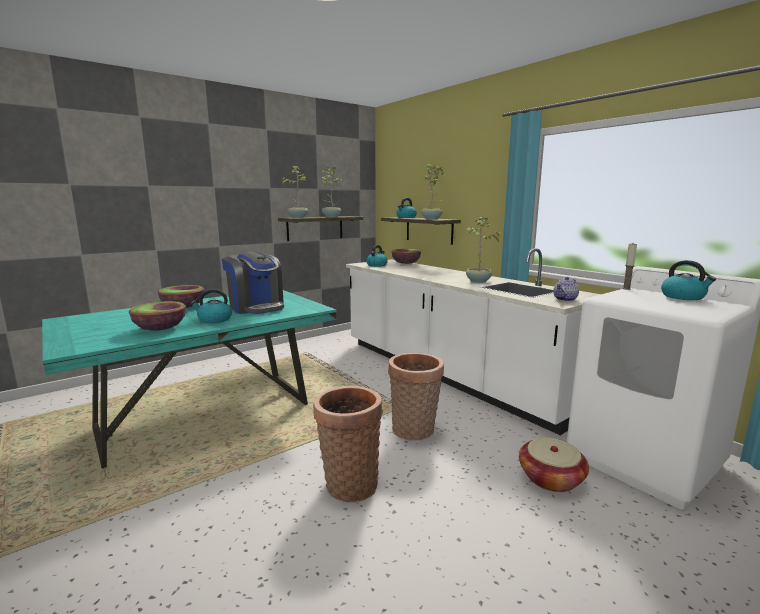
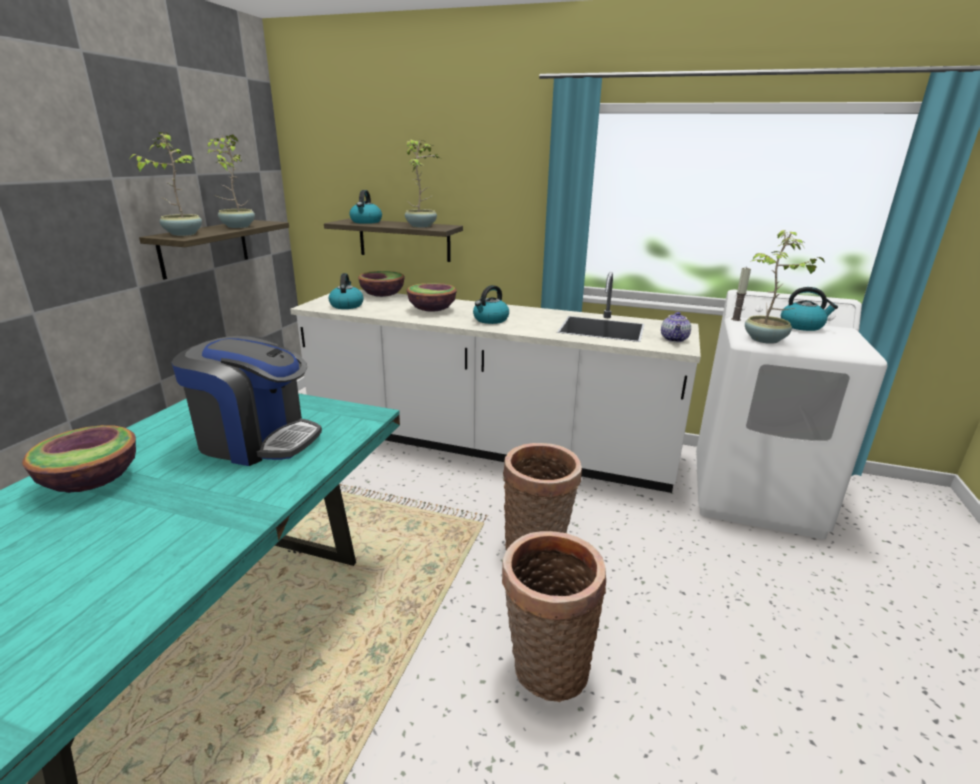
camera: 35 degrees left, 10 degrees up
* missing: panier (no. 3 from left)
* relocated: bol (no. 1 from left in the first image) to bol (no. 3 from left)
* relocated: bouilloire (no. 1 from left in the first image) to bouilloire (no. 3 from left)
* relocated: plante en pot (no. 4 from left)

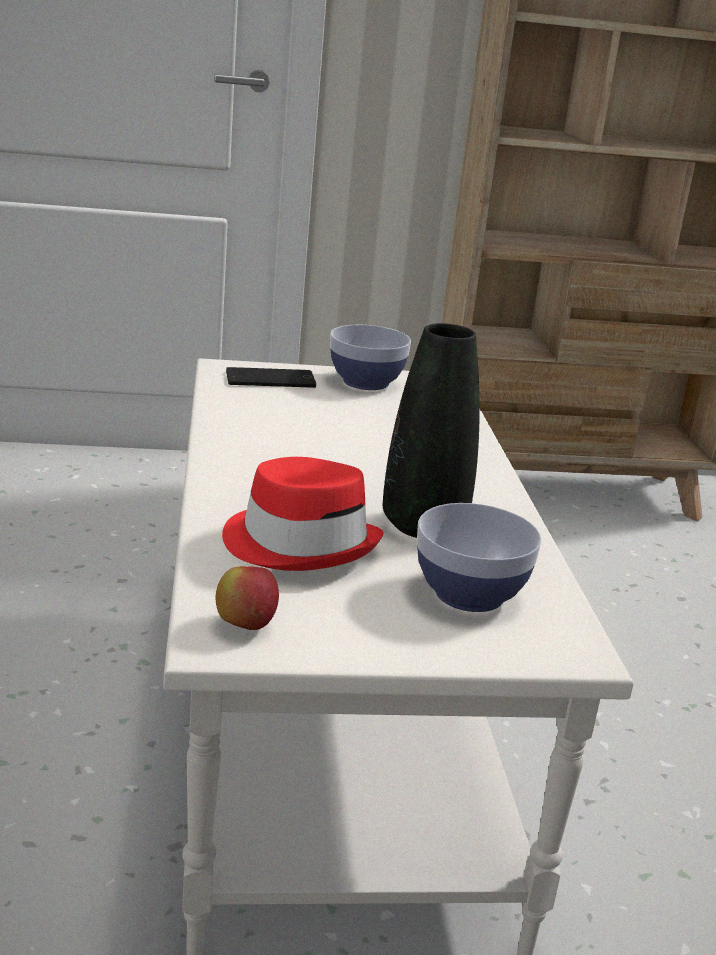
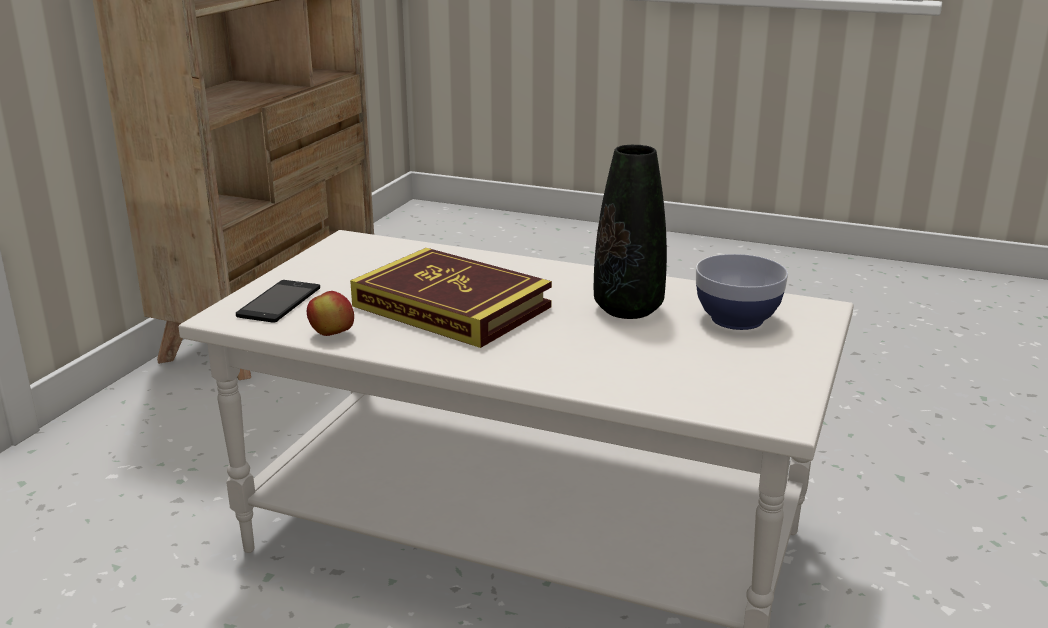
camera: 60 degrees left, 0 degrees up
* missing: chapeau (rouge)
* missing: bol (no. 1 from left)
* appeared: livre
* relocated: pomme

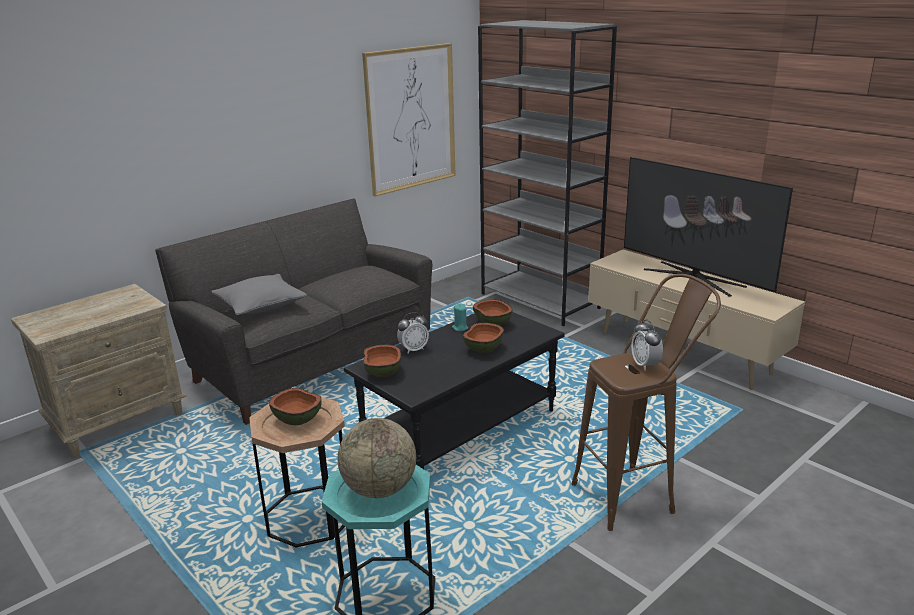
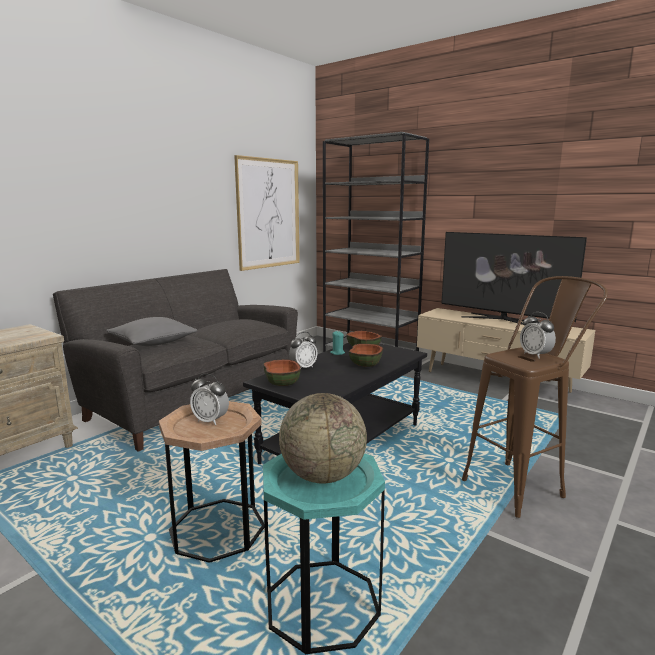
camera: 10 degrees left, 10 degrees down
* exchanged: bol (no. 1 from left) to réveil (no. 1 from left)

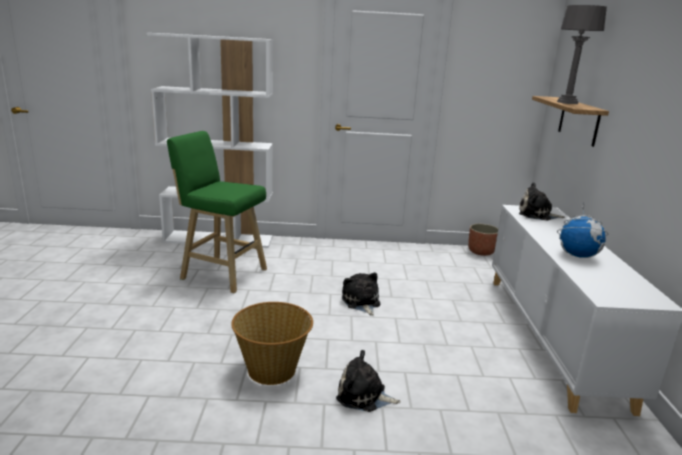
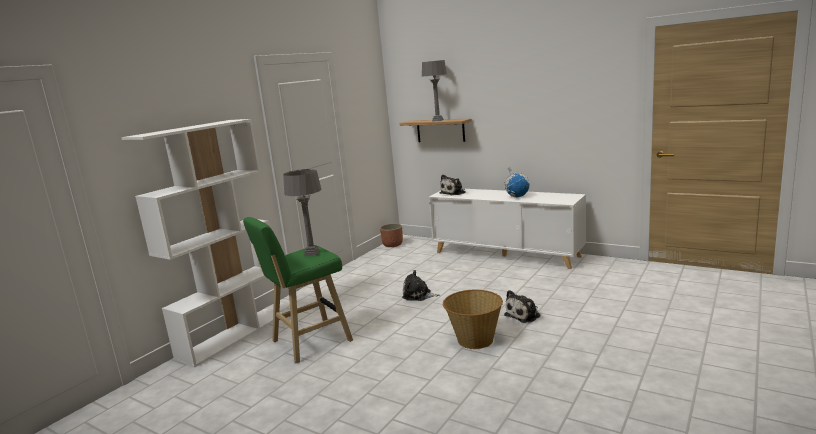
camera: 55 degrees left, 5 degrees down
* appeared: lampe de table (gris) (no. 1 from left)

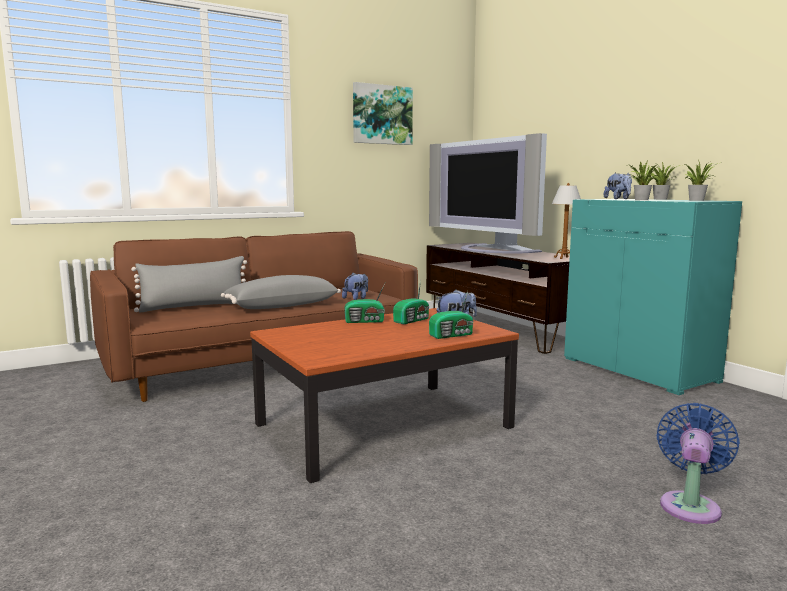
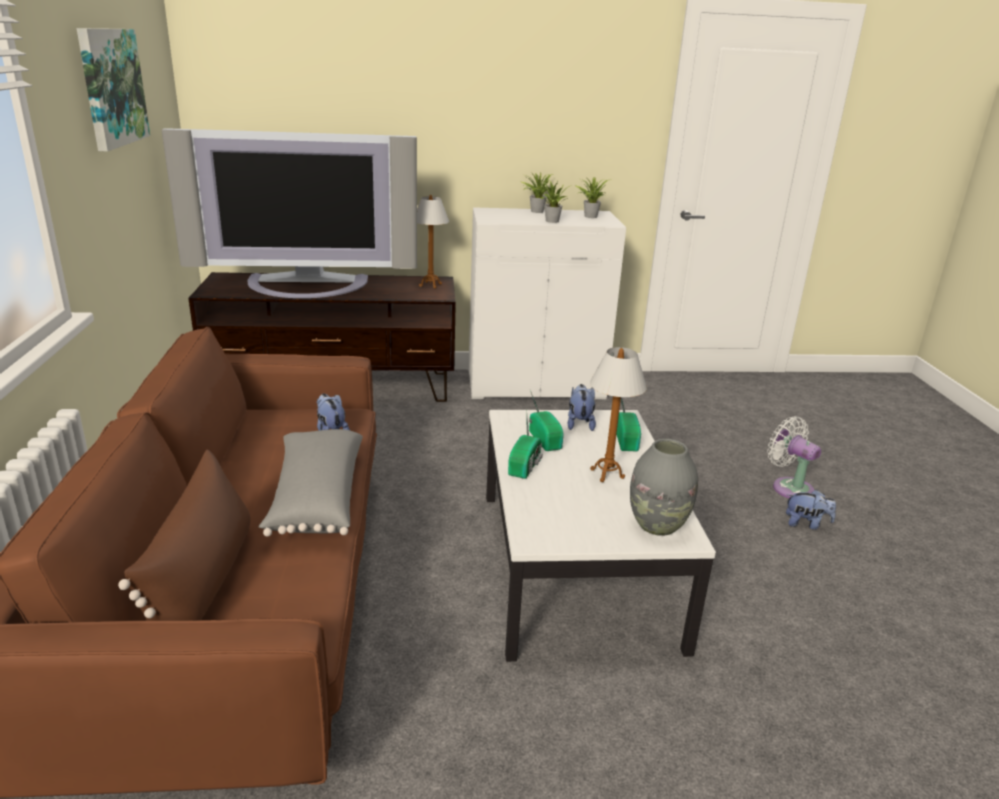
camera: 65 degrees left, 15 degrees up
* appeared: lampe de table (no. 2 from left)
* appeared: vase (gris)
* relocated: peluche (no. 3 from left)
* colour: coussin (gris) (no. 1 from left) to coussin (marron)
* colour: table basse (marron) to table basse (blanc)
* colour: meuble de rangement (turquoise) to meuble de rangement (blanc)
* colour: ventilateur (bleu) to ventilateur (blanc)

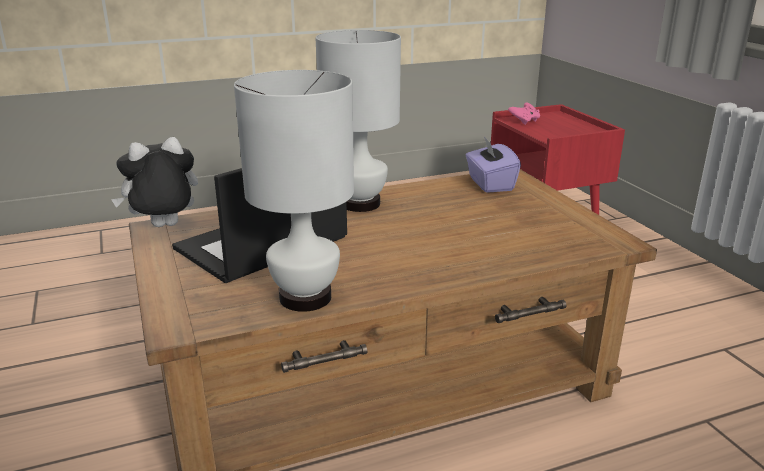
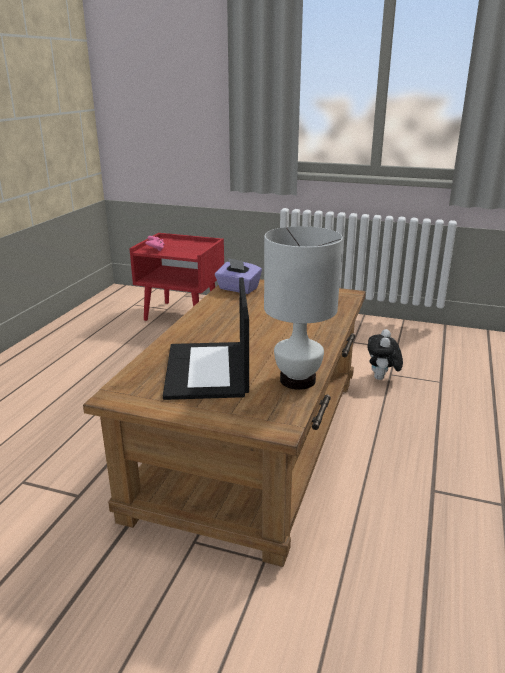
camera: 50 degrees left, 0 degrees up
* missing: lampe de table (blanc) (no. 2 from left)
* relocated: peluche

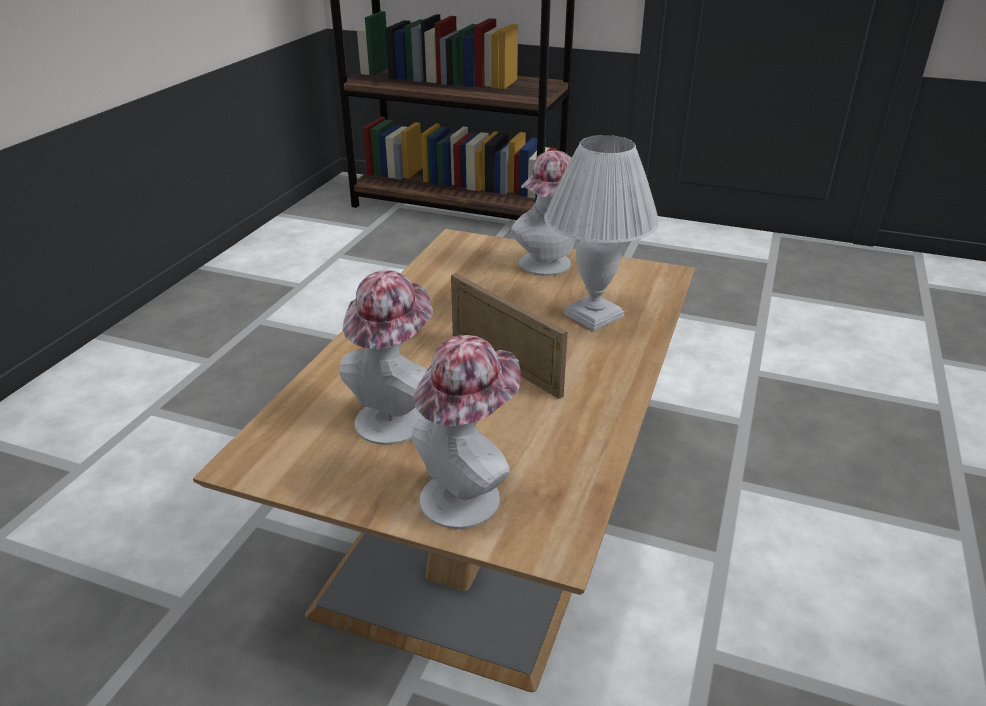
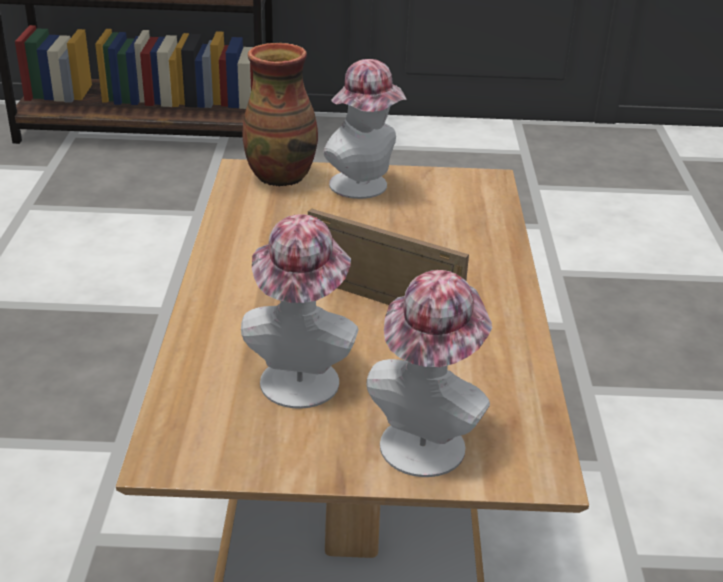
camera: 20 degrees left, 0 degrees up
* missing: lampe de table (blanc)
* appeared: vase

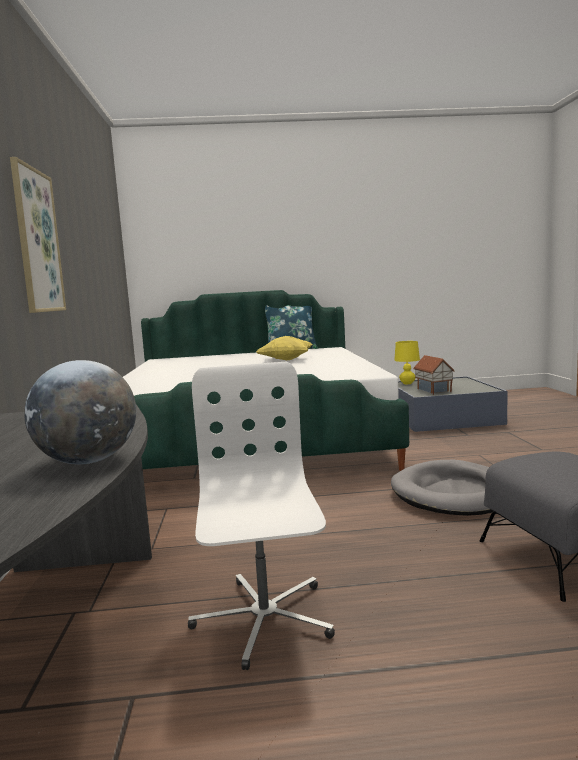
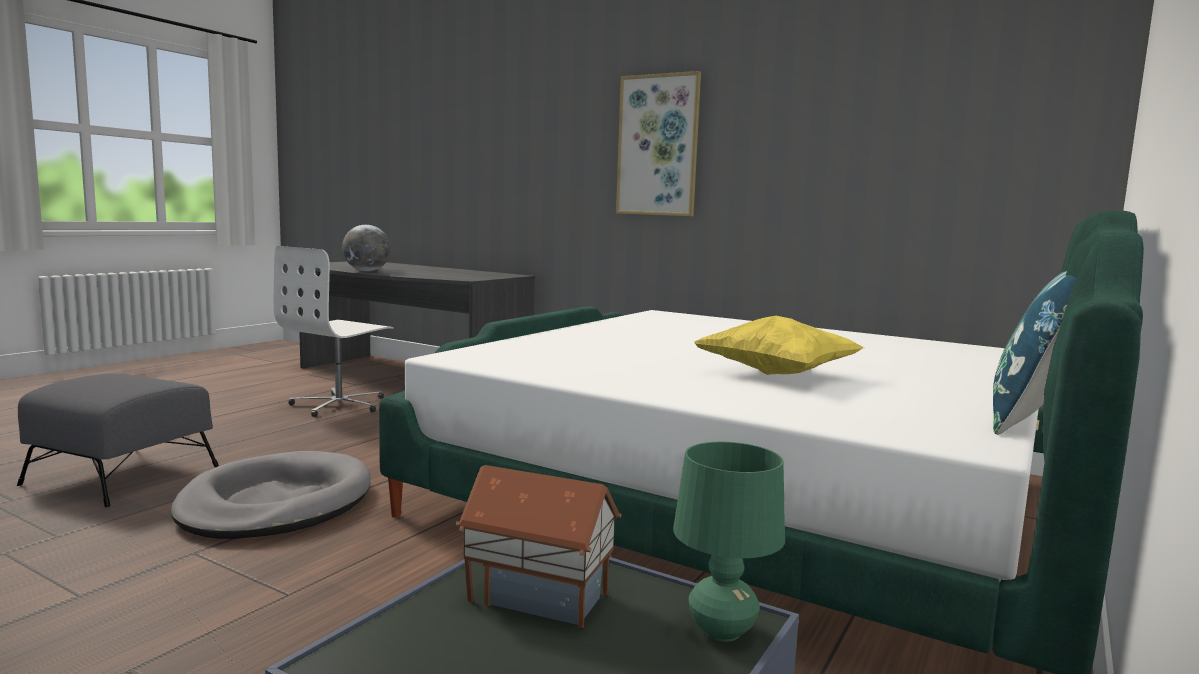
camera: 125 degrees right, 0 degrees up
* colour: lampe de table (jaune) to lampe de table (vert)
* spun: chaise de bureau (blanc) 90 degrees clockwise

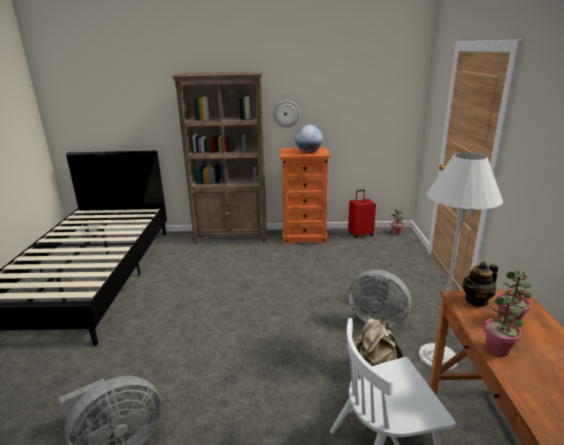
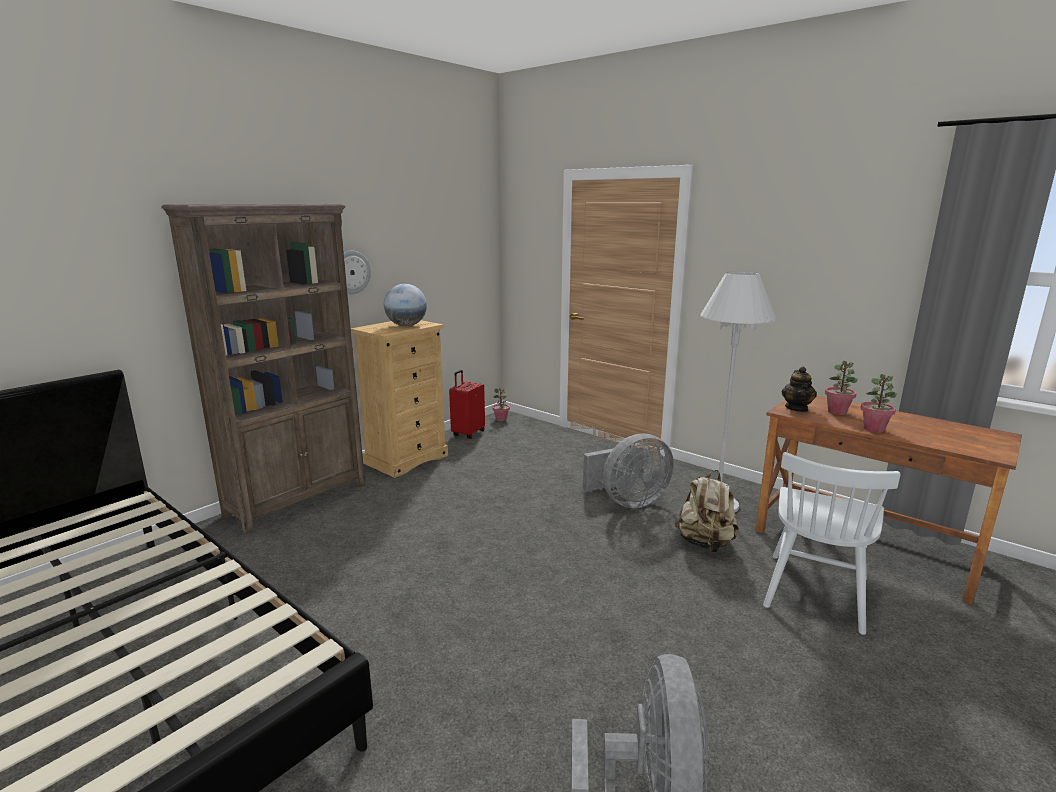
camera: 50 degrees left, 5 degrees down
* colour: commode (orange) to commode (beige)

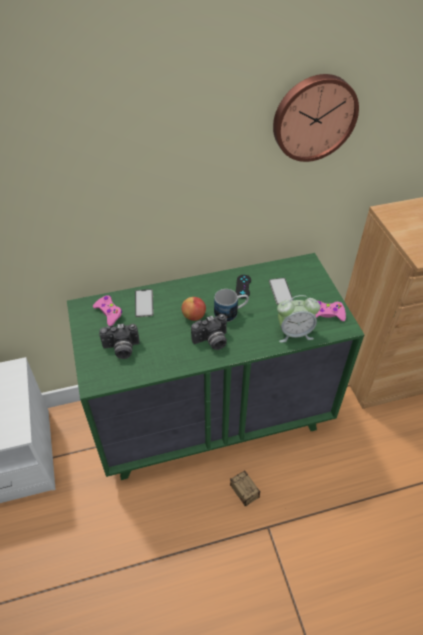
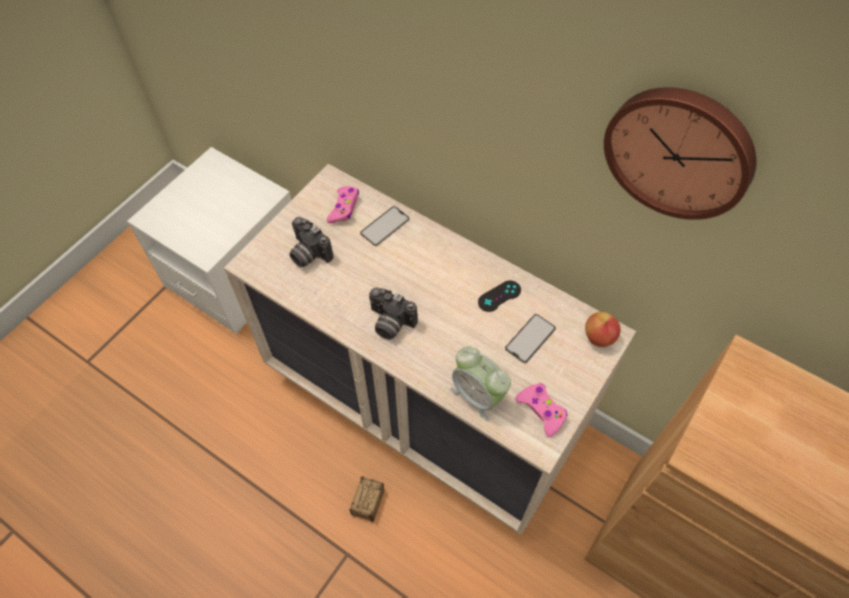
camera: 50 degrees right, 10 degrees up
* missing: mug
* relocated: pomme
* colour: commode (vert) to commode (beige)

